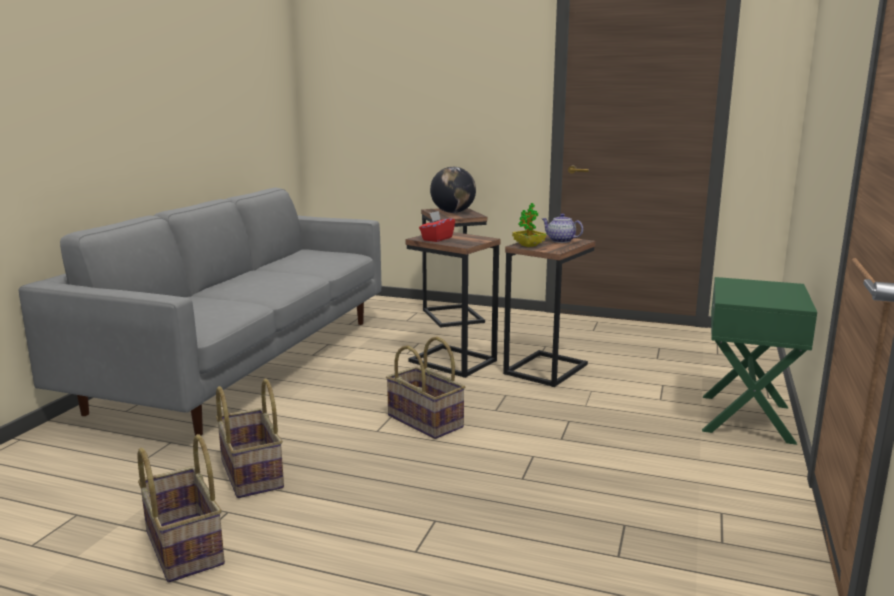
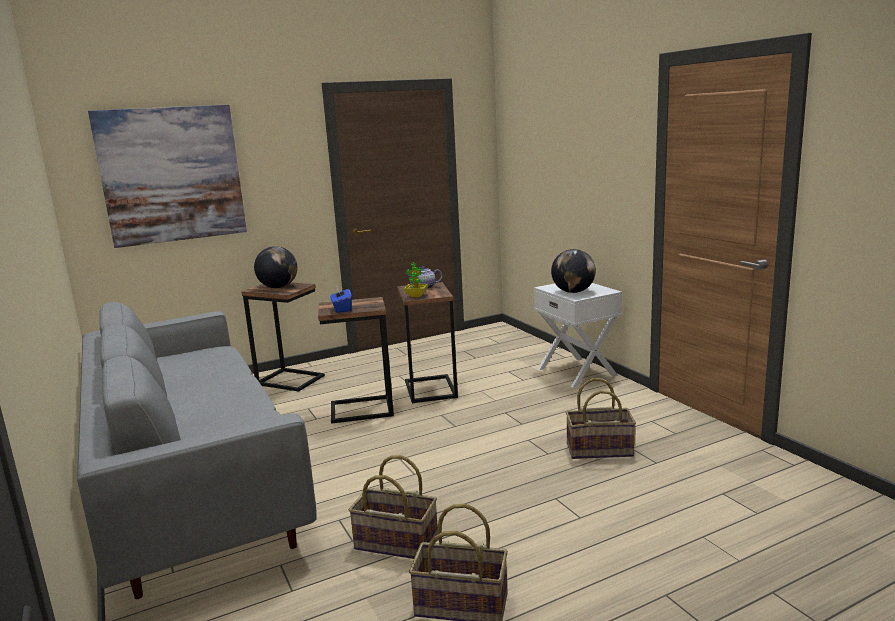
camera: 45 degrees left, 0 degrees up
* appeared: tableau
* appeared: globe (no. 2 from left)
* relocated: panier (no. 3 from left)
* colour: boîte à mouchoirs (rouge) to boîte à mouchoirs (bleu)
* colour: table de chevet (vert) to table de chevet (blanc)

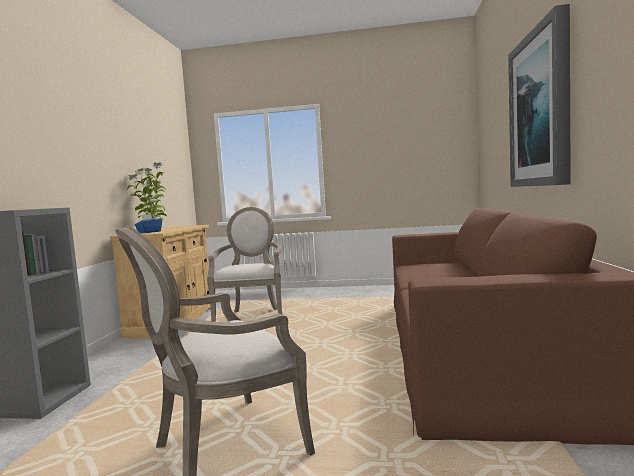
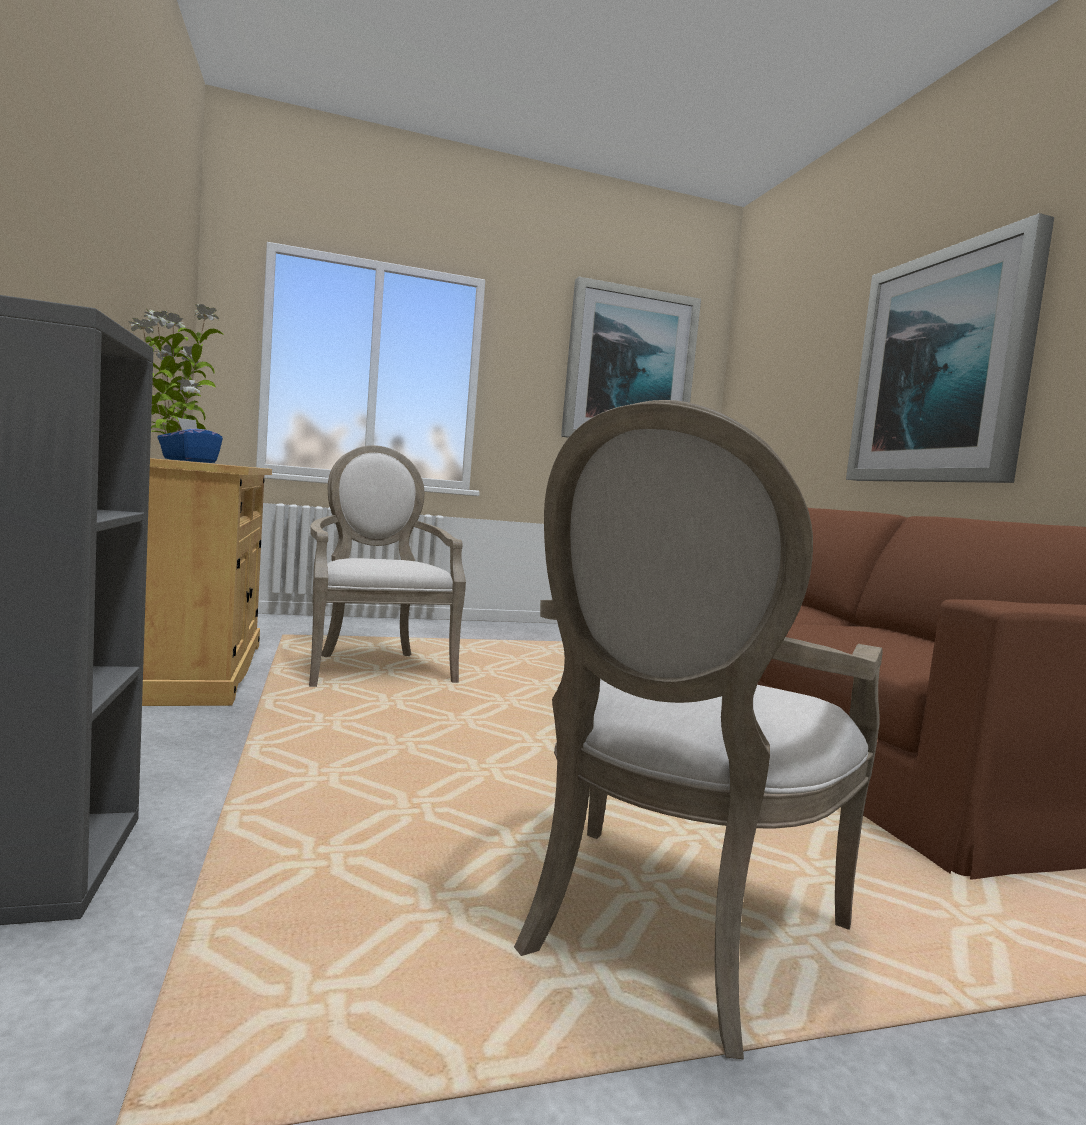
camera: 25 degrees left, 0 degrees up
* appeared: tableau (no. 1 from left)

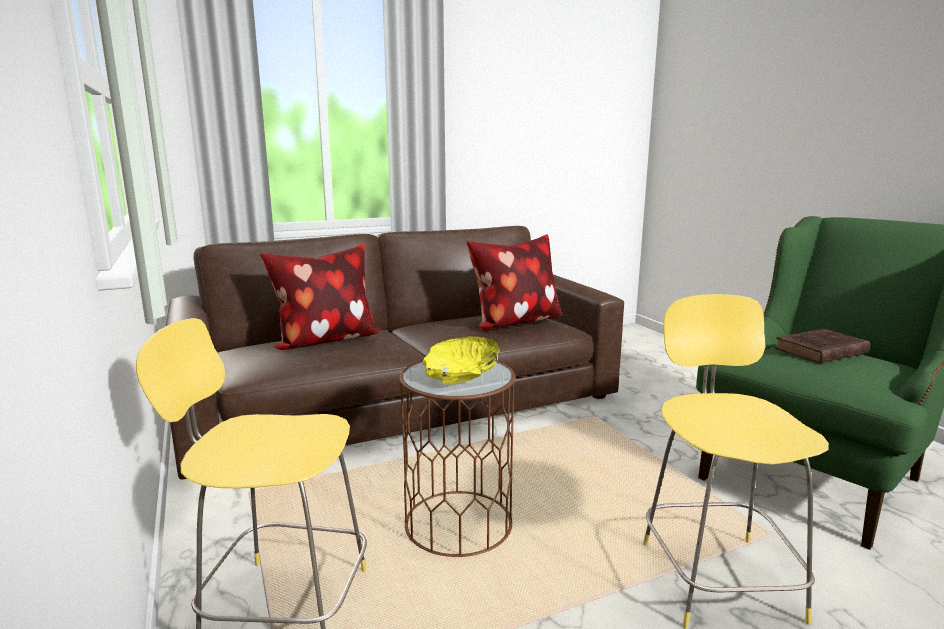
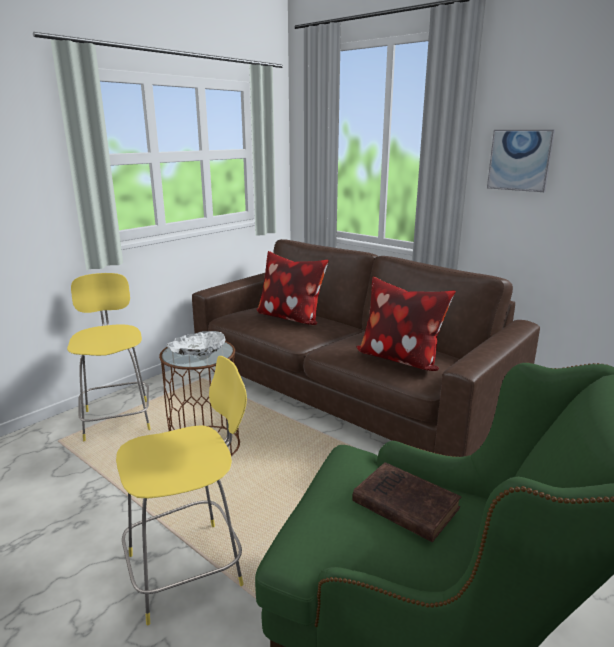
camera: 65 degrees right, 5 degrees up
* appeared: tableau
* colour: bol (jaune) to bol (blanc)

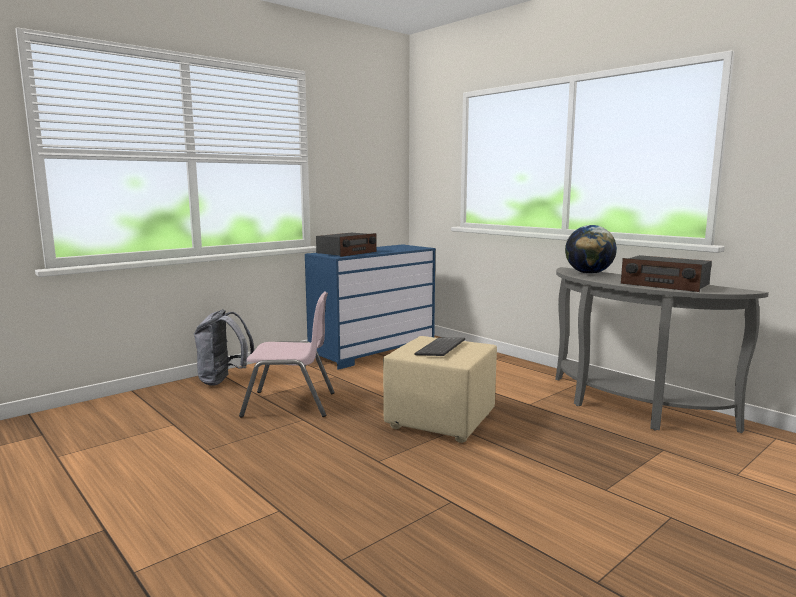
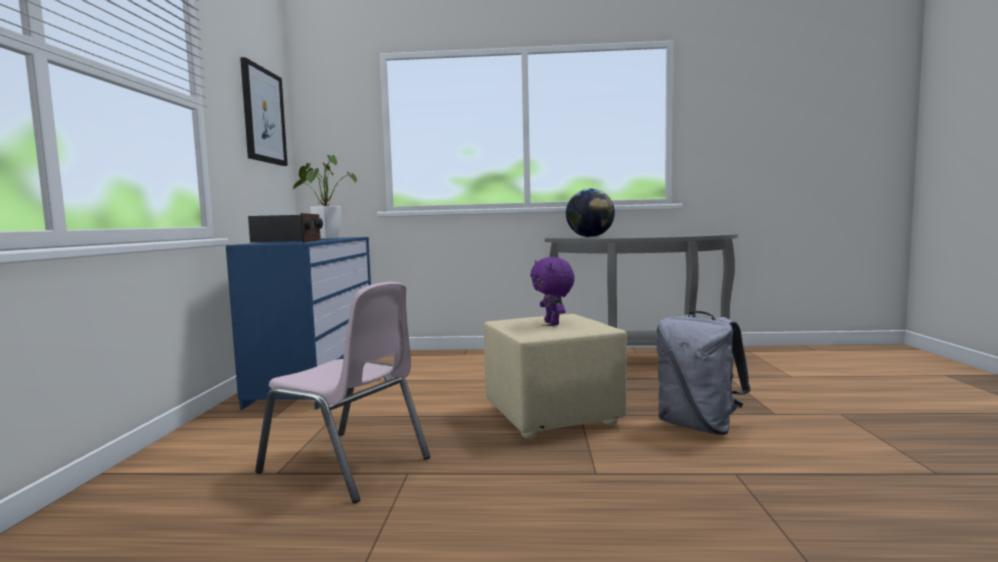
camera: 45 degrees left, 5 degrees down
* missing: radio (no. 2 from left)
* appeared: tableau
* appeared: plante en pot
* relocated: sac à dos (gris)
* exchanged: clavier to peluche (violet)
* spun: chaise (rose) 75 degrees clockwise

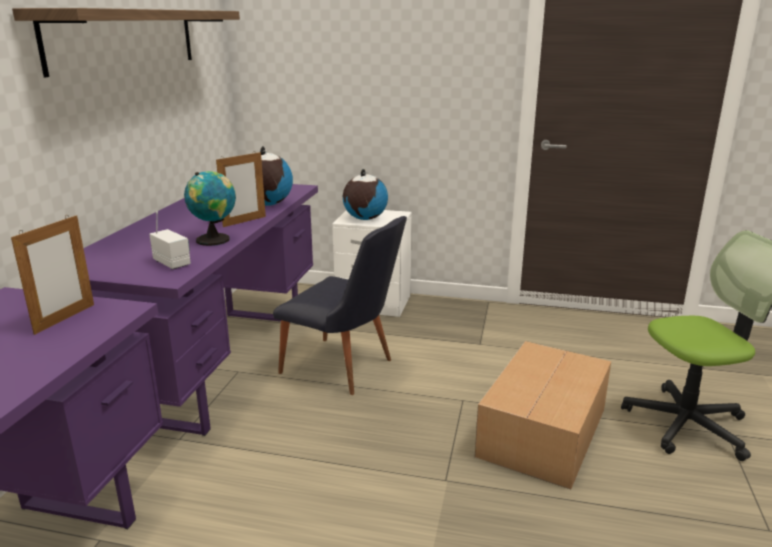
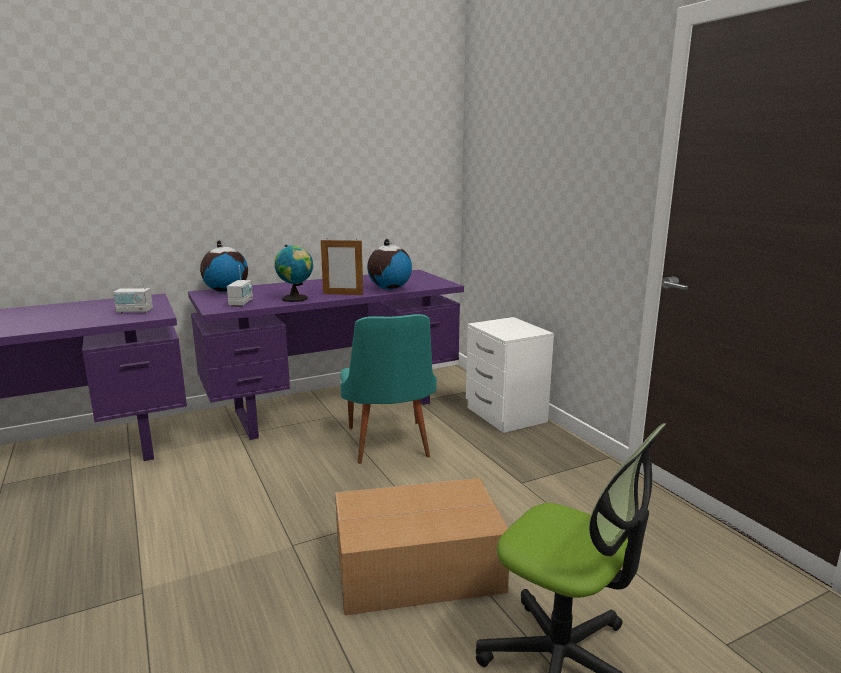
camera: 50 degrees right, 5 degrees down
* missing: étagère
* relocated: globe (no. 3 from left in the first image) to globe (no. 1 from left)
* exchanged: cadre photo (no. 1 from left) to radio (no. 1 from left)
* colour: chaise (noir) to chaise (turquoise)

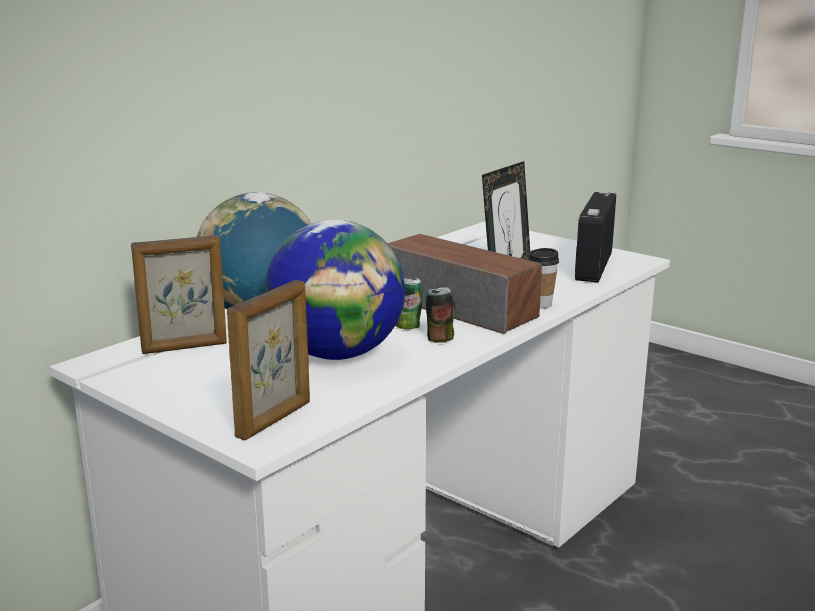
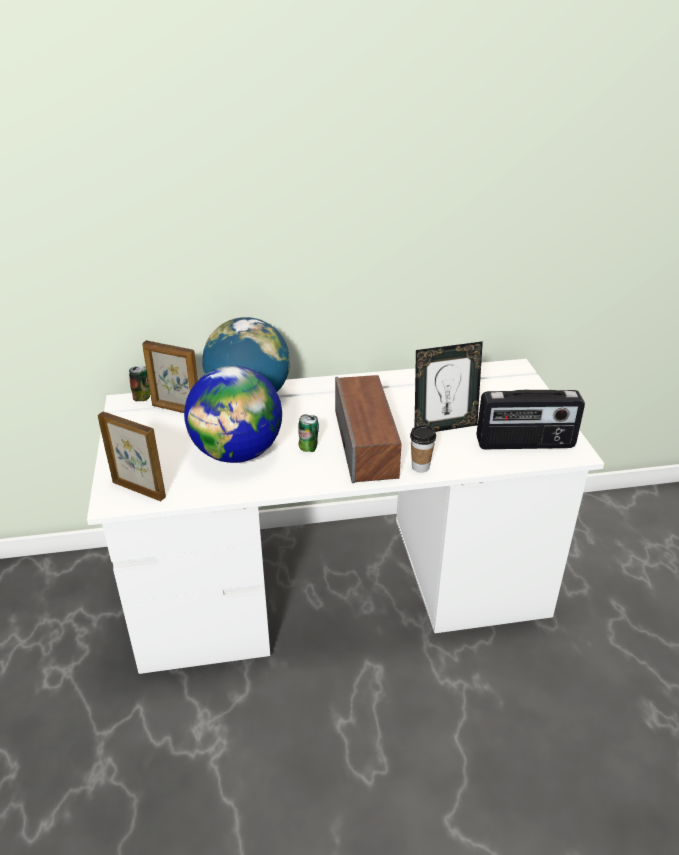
camera: 40 degrees right, 15 degrees up
* relocated: boîte métallique (no. 2 from left in the first image) to boîte métallique (no. 1 from left)
* spun: cadre photo (no. 2 from left in the first image) 135 degrees counterclockwise
* spun: radio 150 degrees counterclockwise

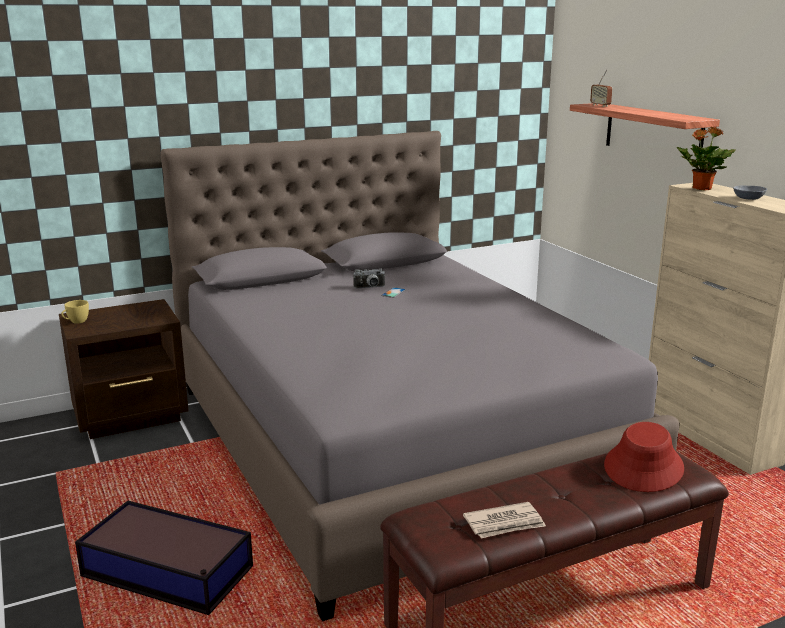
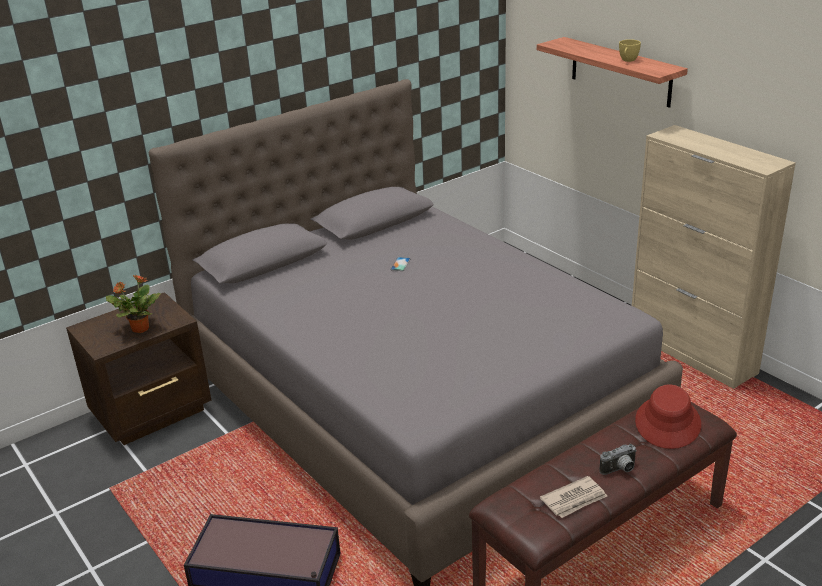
camera: 10 degrees left, 10 degrees up
* missing: radio
* missing: bol (gris)
* relocated: tasse (jaune)
* relocated: appareil photo
* relocated: plante en pot

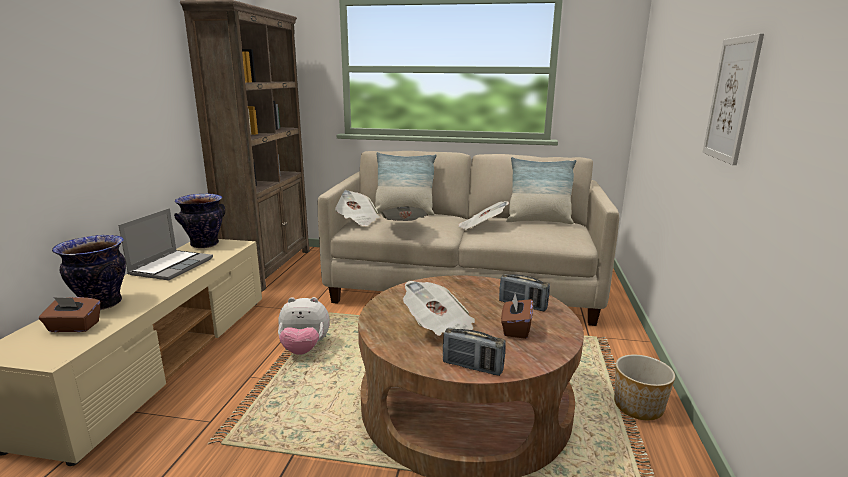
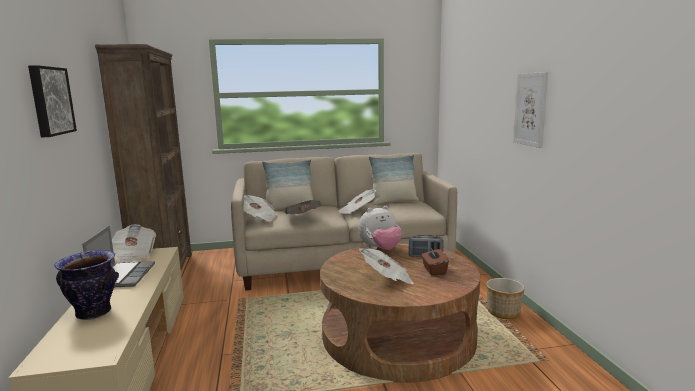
camera: 20 degrees left, 5 degrees down
* missing: boîte à mouchoirs (marron) (no. 1 from left)
* missing: radio (no. 1 from left)
* appeared: tableau (no. 1 from left)
* relocated: peluche
* exchanged: vase (no. 2 from left) to journal (no. 1 from left)

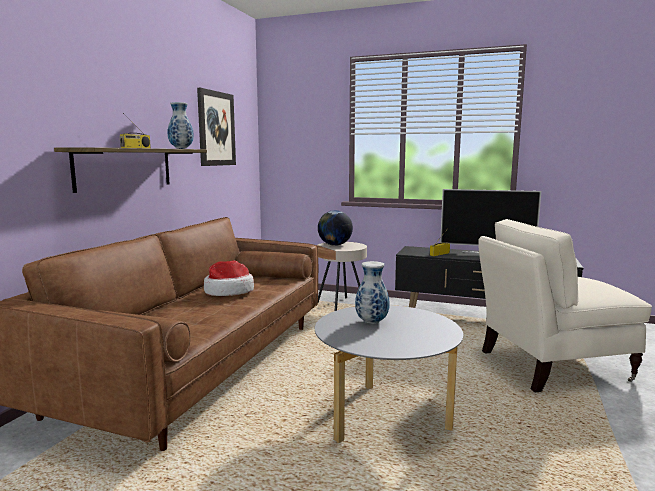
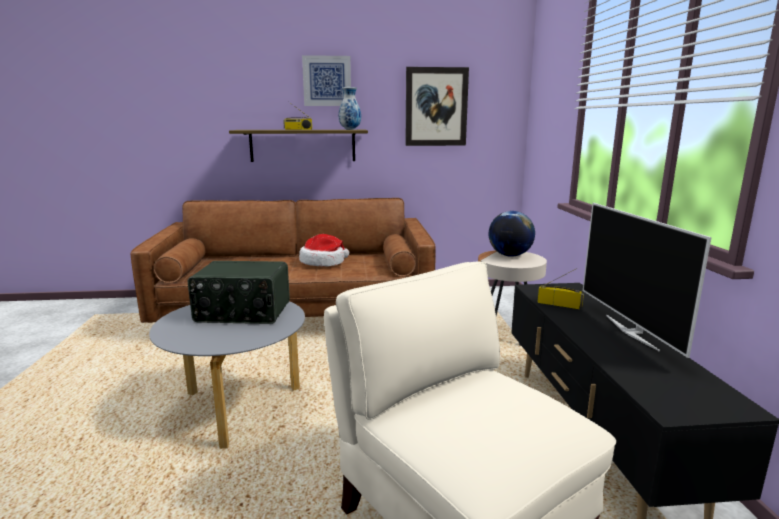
camera: 65 degrees right, 5 degrees up
* appeared: tableau (no. 1 from left)
* exchanged: vase (no. 2 from left) to radio (no. 1 from left)

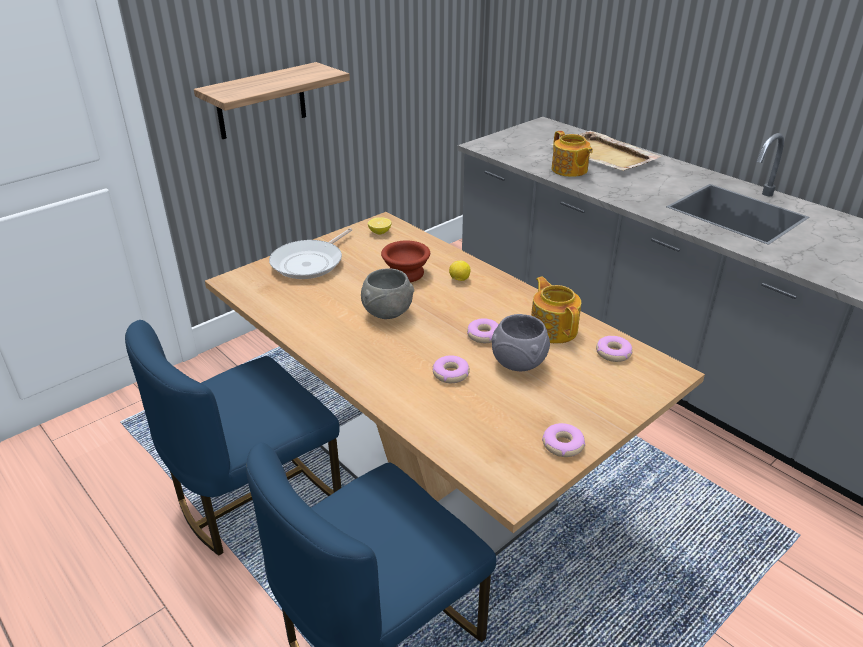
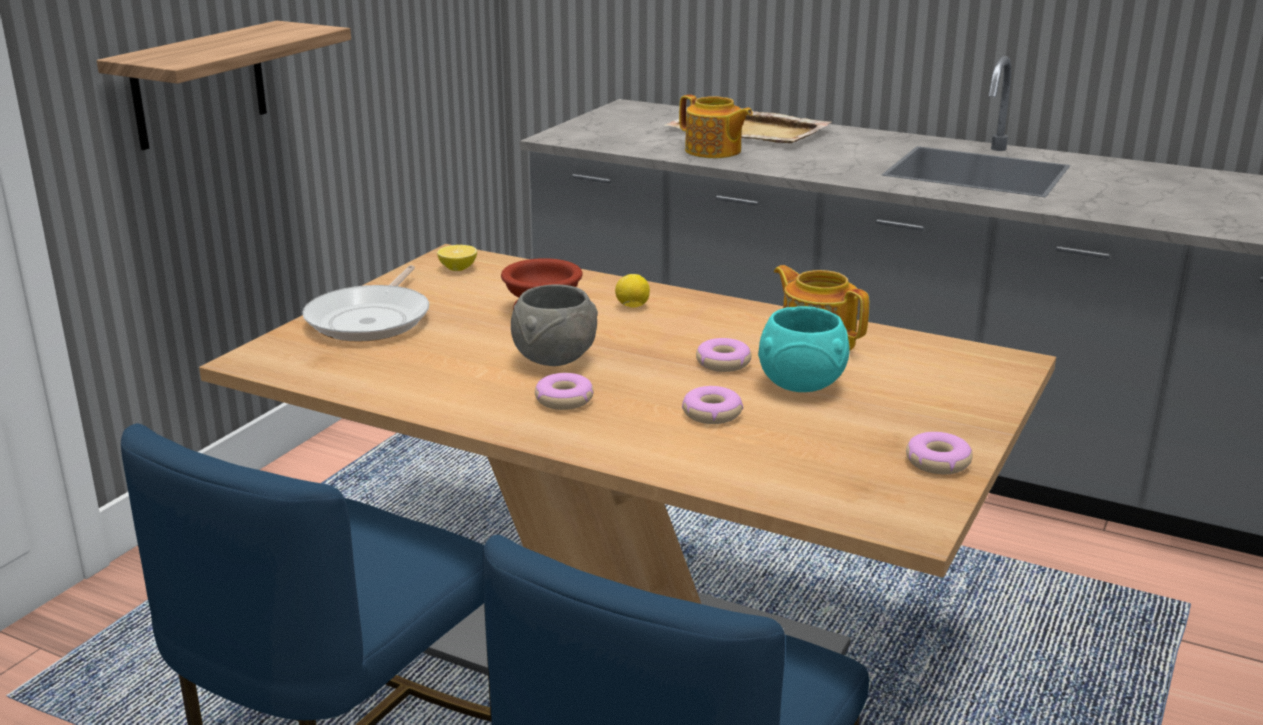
camera: 20 degrees left, 10 degrees down
* relocated: beignet (no. 4 from left in the first image) to beignet (no. 1 from left)
* colour: bol (gris) (no. 2 from left) to bol (turquoise)

